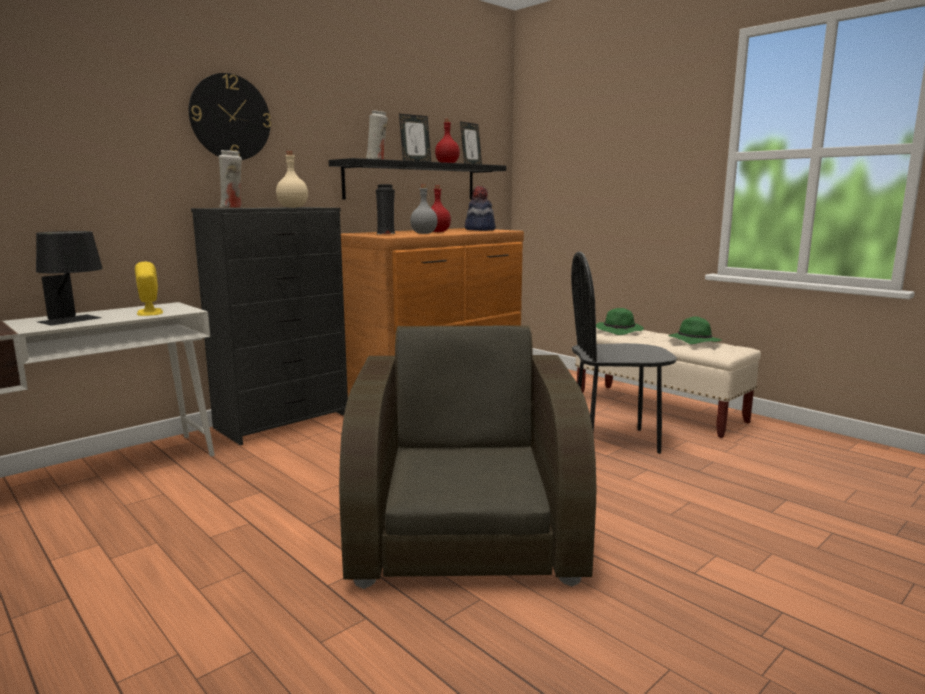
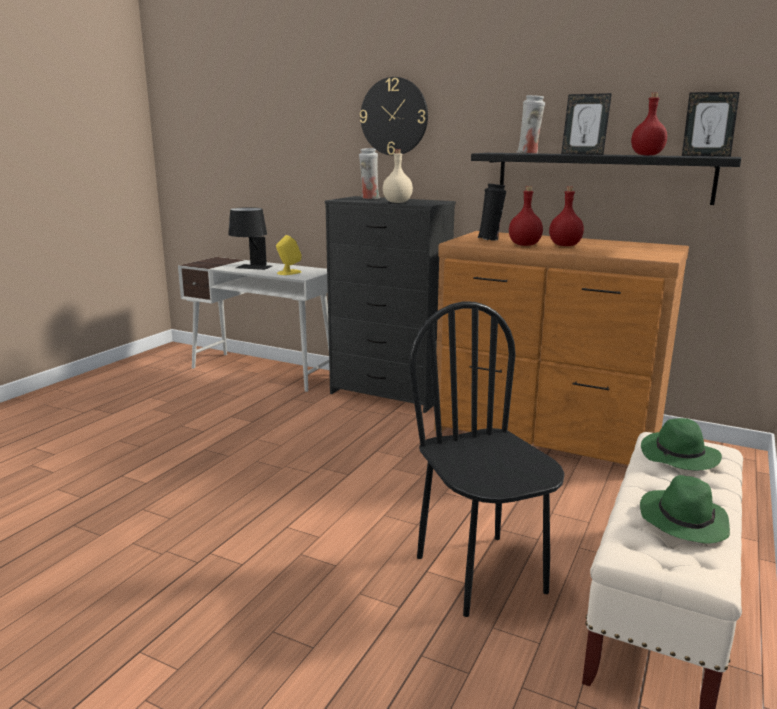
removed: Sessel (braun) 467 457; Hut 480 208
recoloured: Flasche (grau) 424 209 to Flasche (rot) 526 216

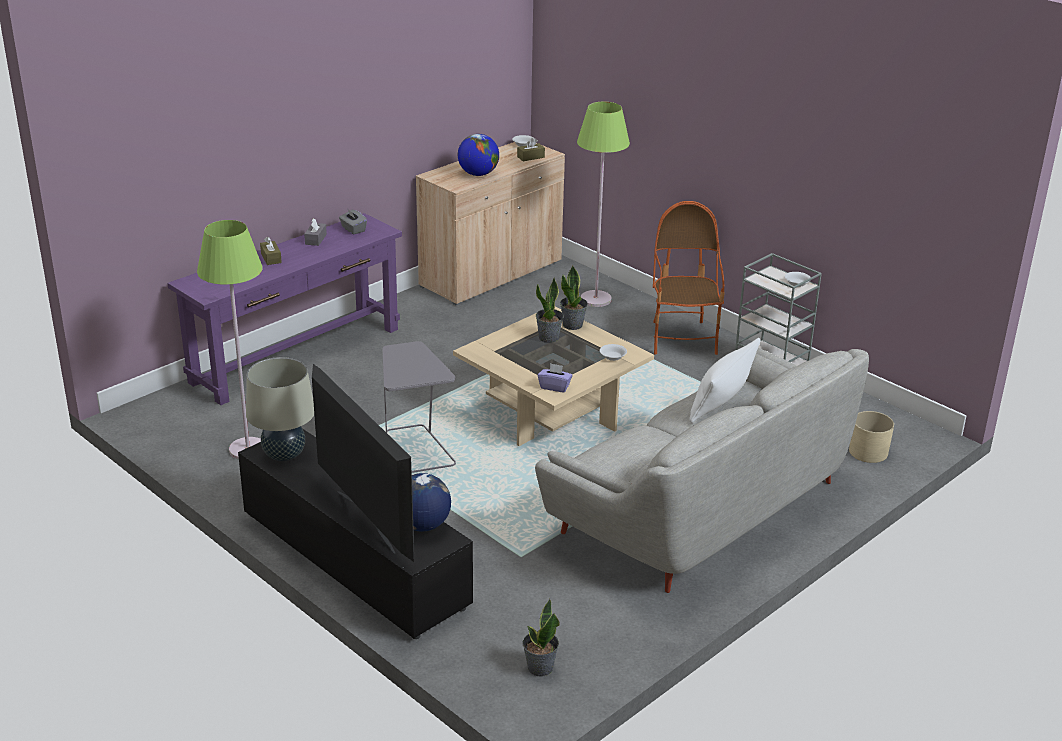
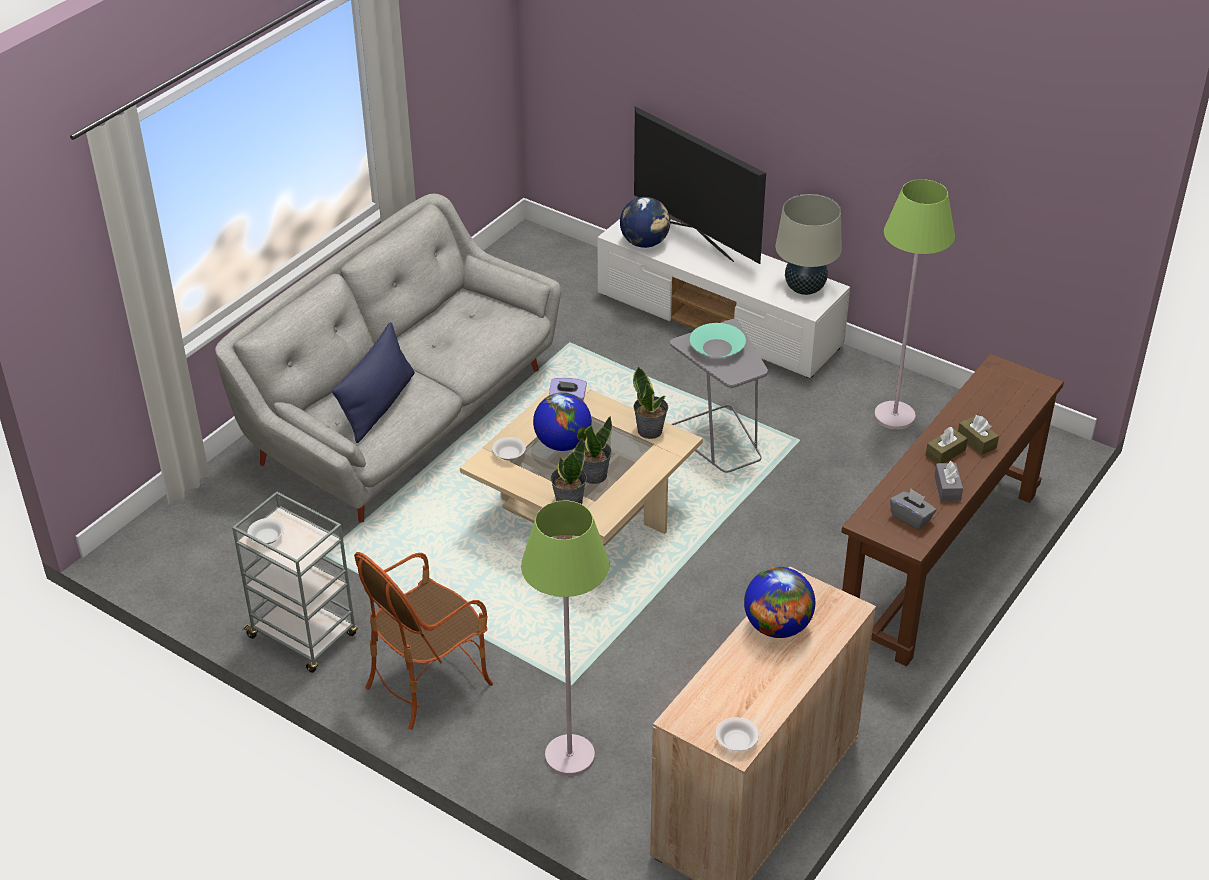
removed: Pflanzkübel (beige) 871 437
added: Globus 562 422; Schüssel (türkis) 718 340
moved: Taschentuchbox (braun) 531 149 to 947 445; Topfpflanze 541 638 to 650 403
recoloured: Konsolentisch (lila) 284 309 to Konsolentisch (braun) 953 510; Fernsehschrank (schwarz) 355 534 to Fernsehschrank (weiß) 723 298; Kissen (weiß) 724 380 to Kissen (blau) 373 382
turned: Sessel 689 278 = 423 641 60 degrees clockwise

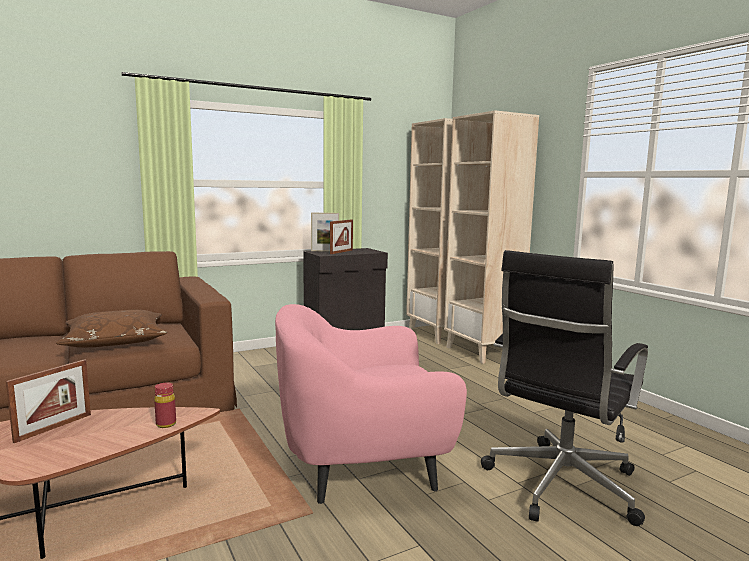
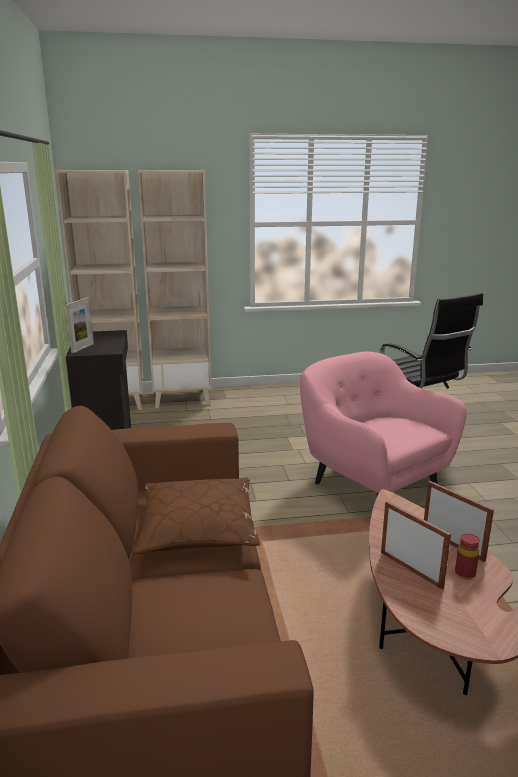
moved: Flasche (rot) 165 405 to 467 556; Bilderrahmen 341 236 to 459 521
turned: Sessel (rosa) 371 404 = 383 423 135 degrees clockwise

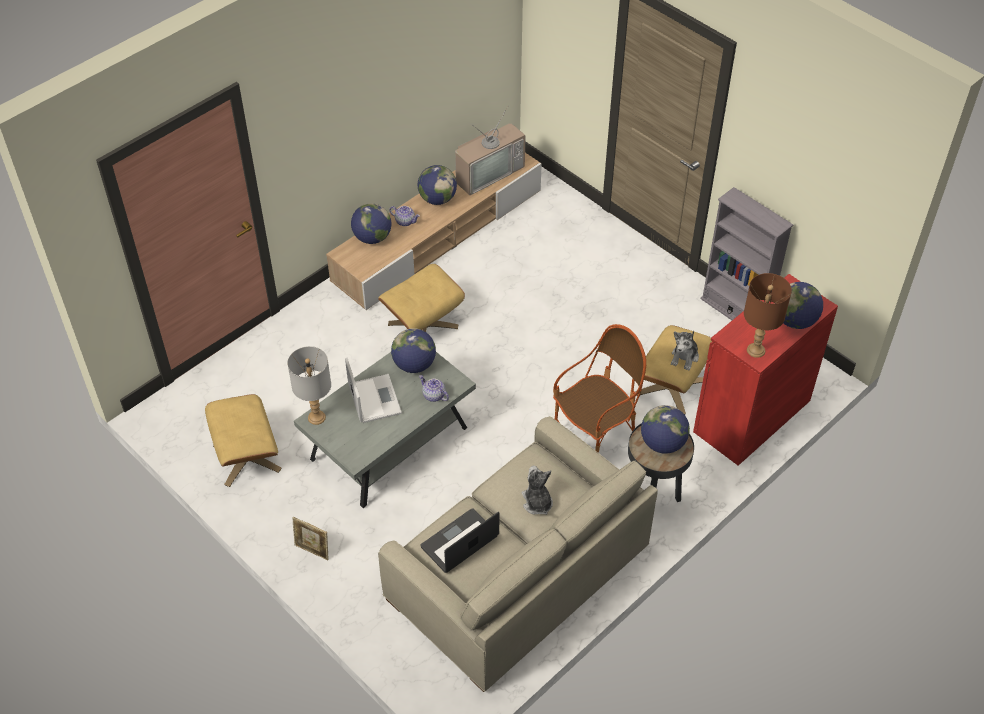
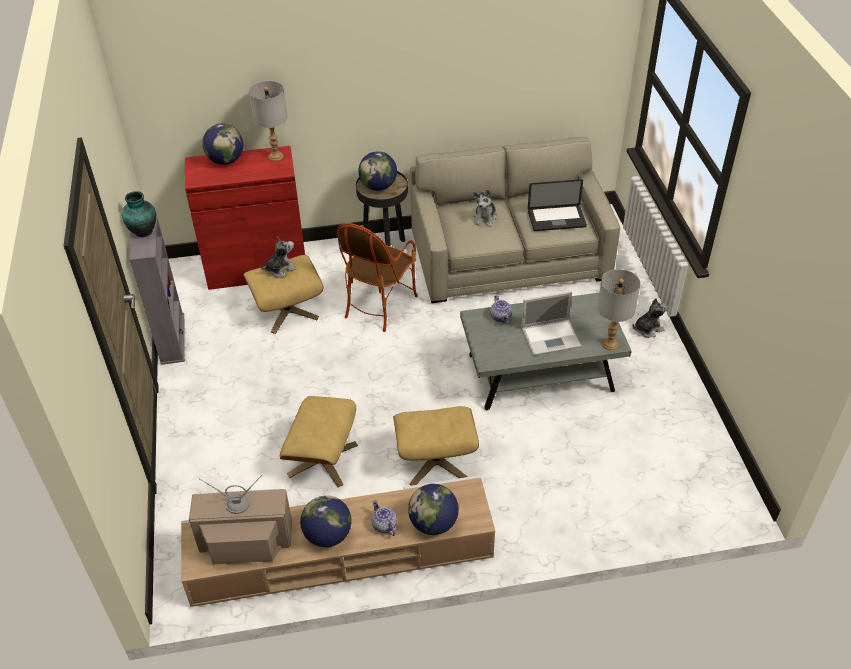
removed: Globus 413 350
added: Vase 139 214
moved: Polsterhocker (beige) 243 440 to 319 441
replaced: Bilderrahmen 310 538 to Plüschtier 650 318
recoloured: Tischlampe (braun) 768 315 to Tischlampe (grau) 268 121
turned: Laptop 373 390 = 551 323 120 degrees counterclockwise; Sessel 599 388 = 377 277 60 degrees counterclockwise

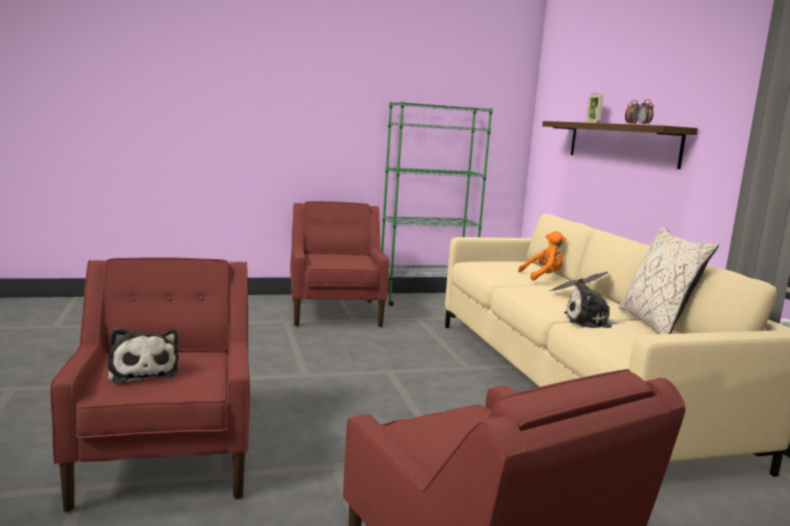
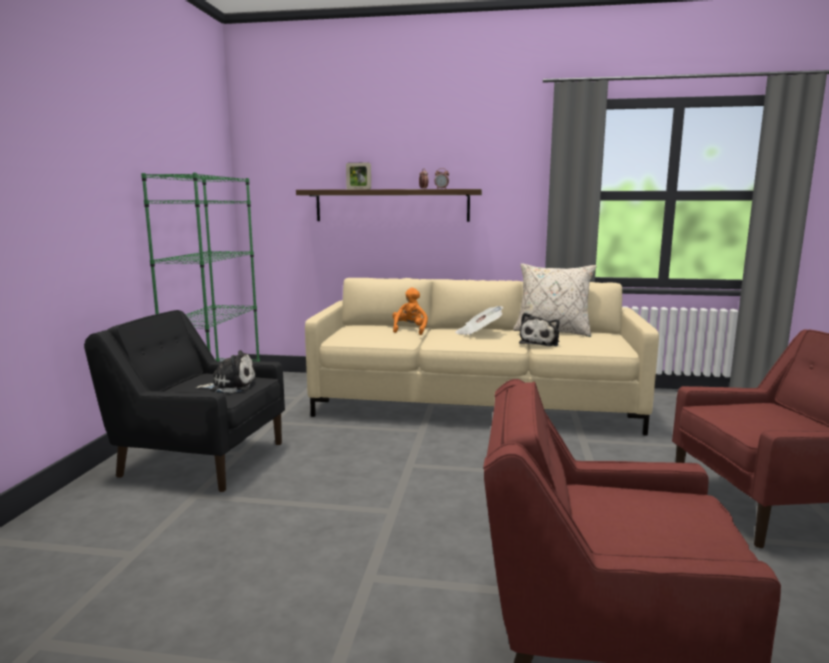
moved: Plüschtier 143 356 to 225 371
recoloured: Sessel (rot) 340 264 to Sessel (schwarz) 184 401

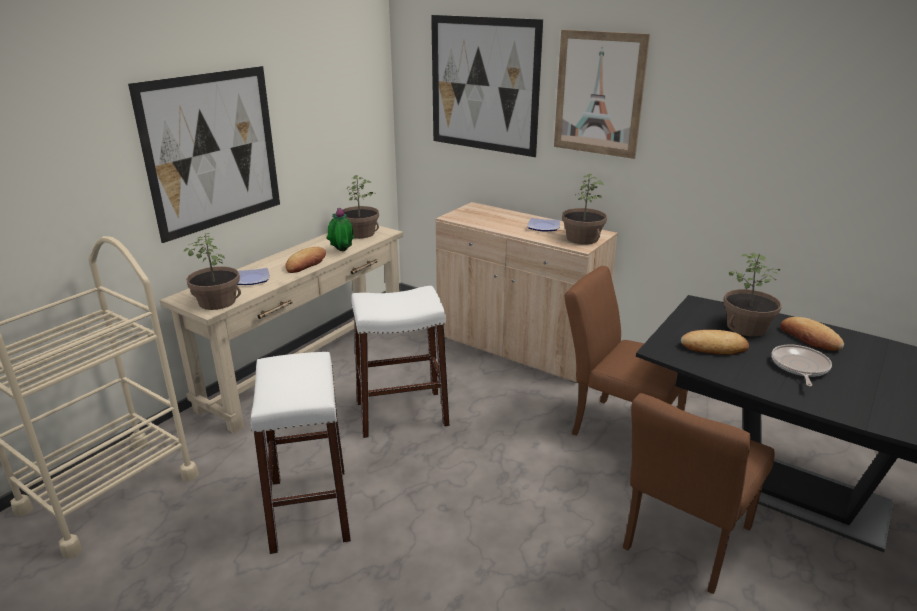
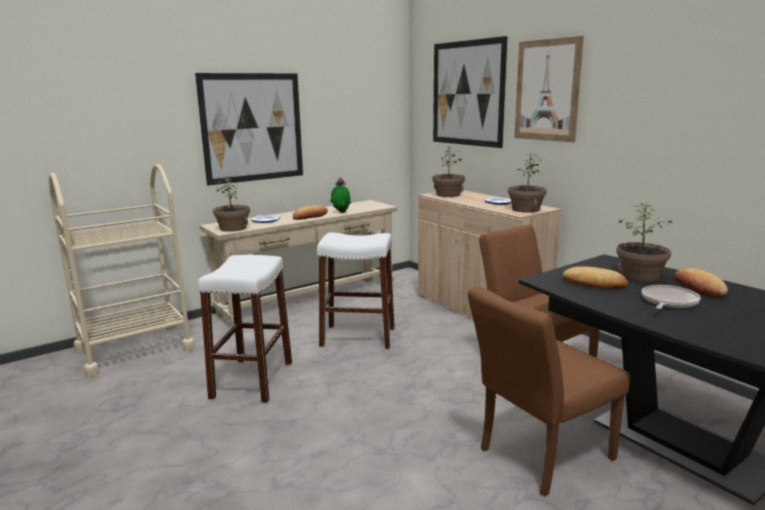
moved: Topfpflanze 361 207 to 448 171

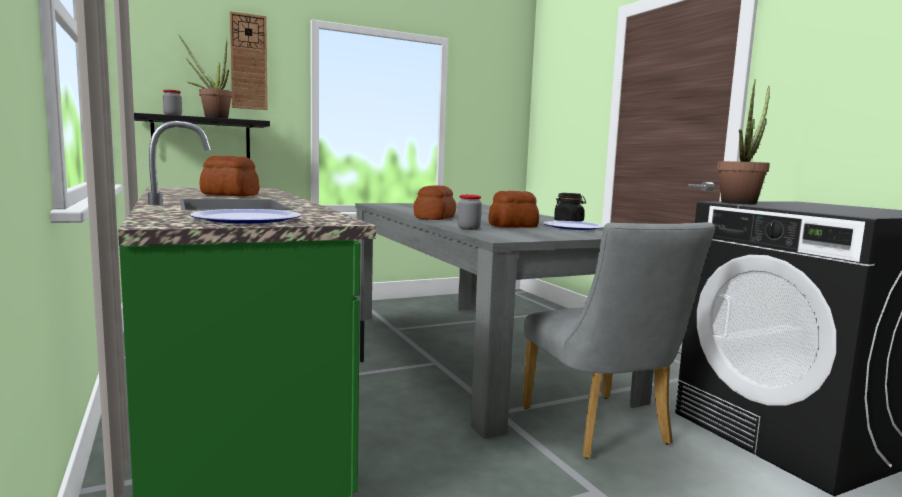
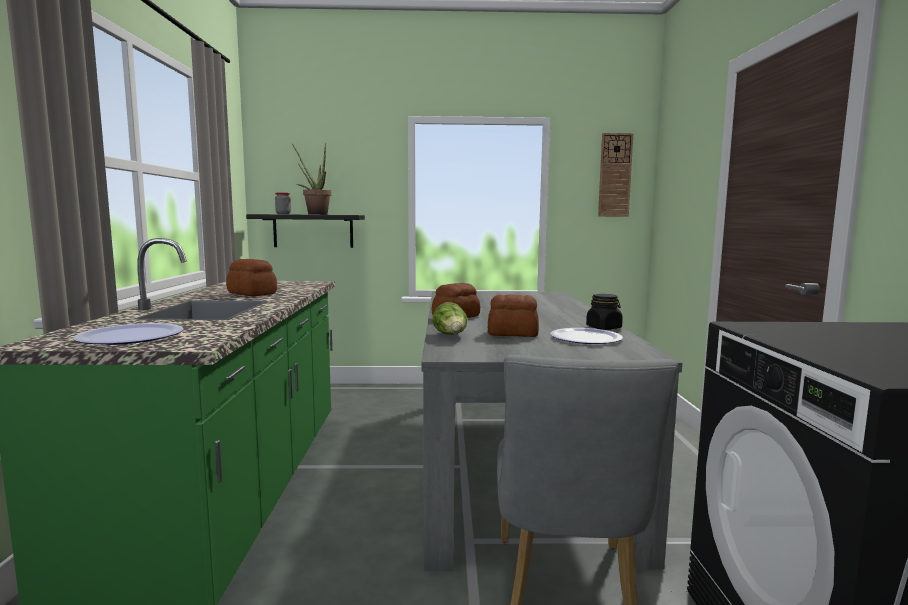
removed: Topfpflanze 743 141
moved: Wanduhr 249 60 to 615 175
replaced: Vorratsglas 470 212 to Salatkopf 449 318

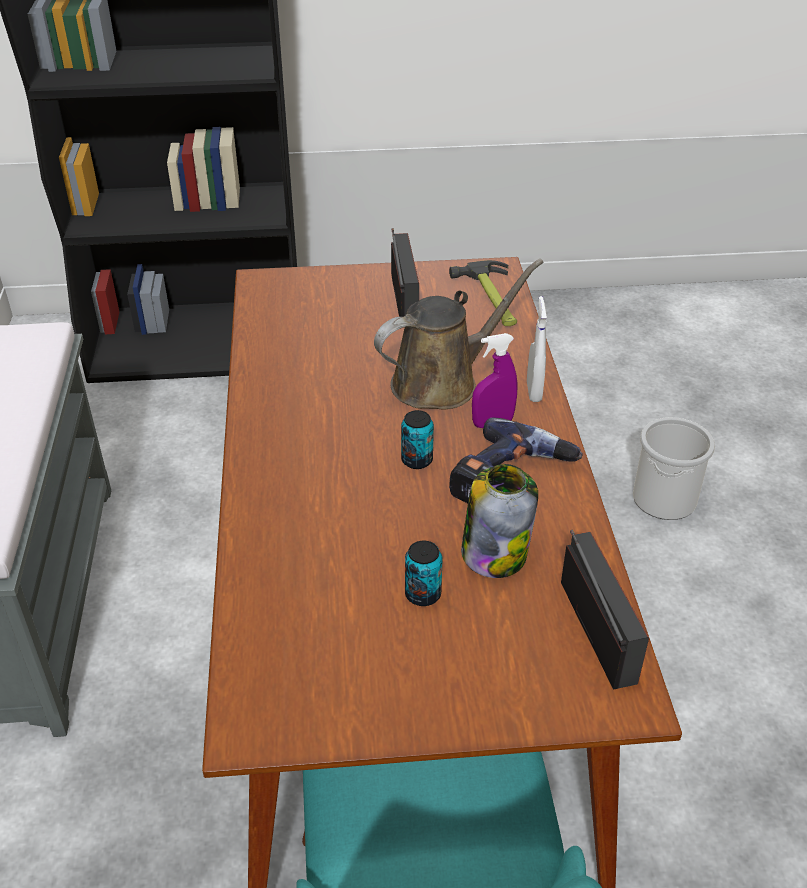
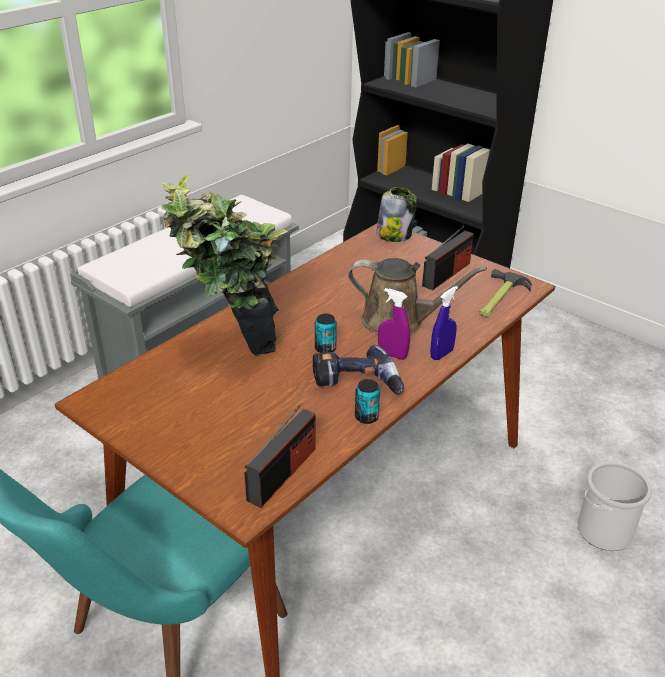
added: Topfpflanze 223 265
moved: Dose 423 573 to 367 401; Vorratsglas 499 521 to 396 214
recoloured: Sprühflasche (weiß) 537 349 to Sprühflasche (blau) 444 323

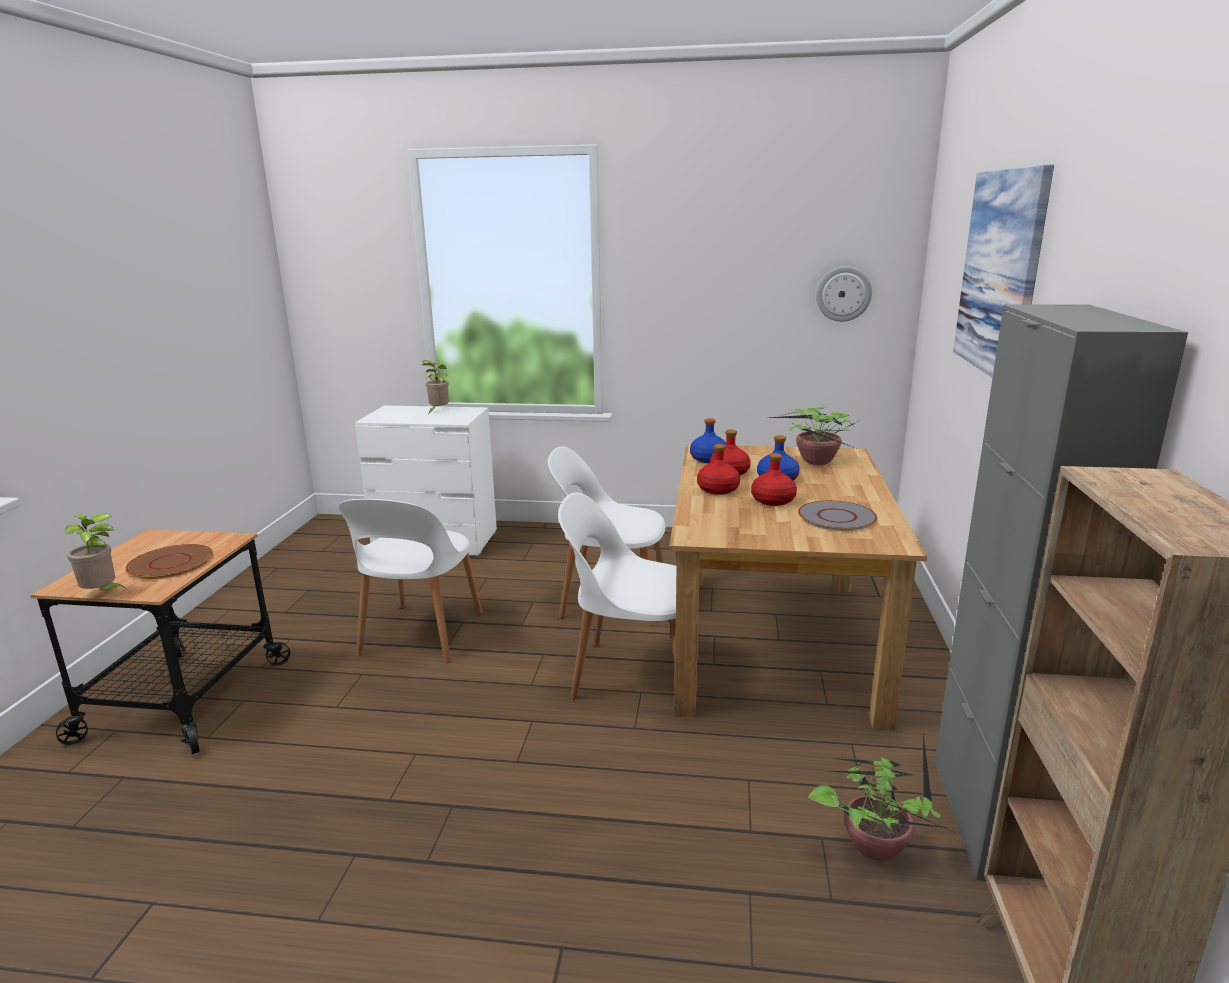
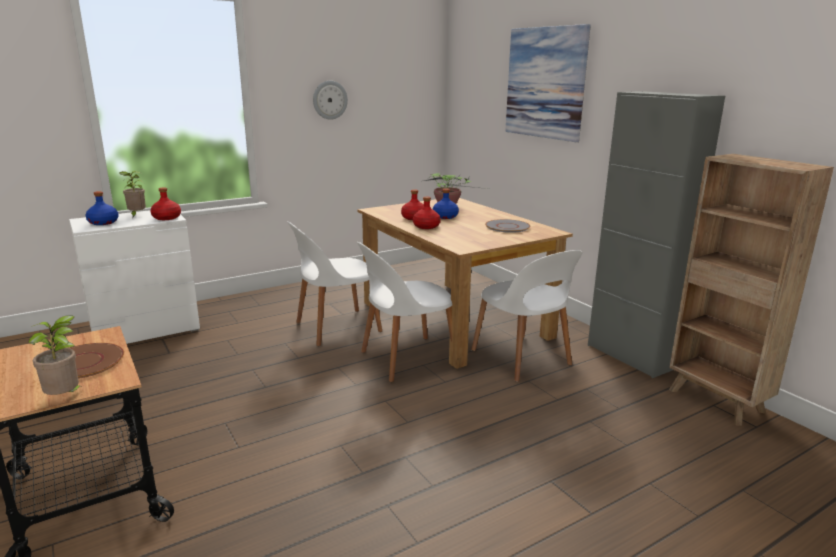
removed: Topfpflanze 883 797
moved: Stuhl (weiß) 410 581 to 527 316; Flasche (blau) 708 440 to 102 208; Flasche (rot) 774 479 to 165 203; Wanduhr 844 294 to 330 100

